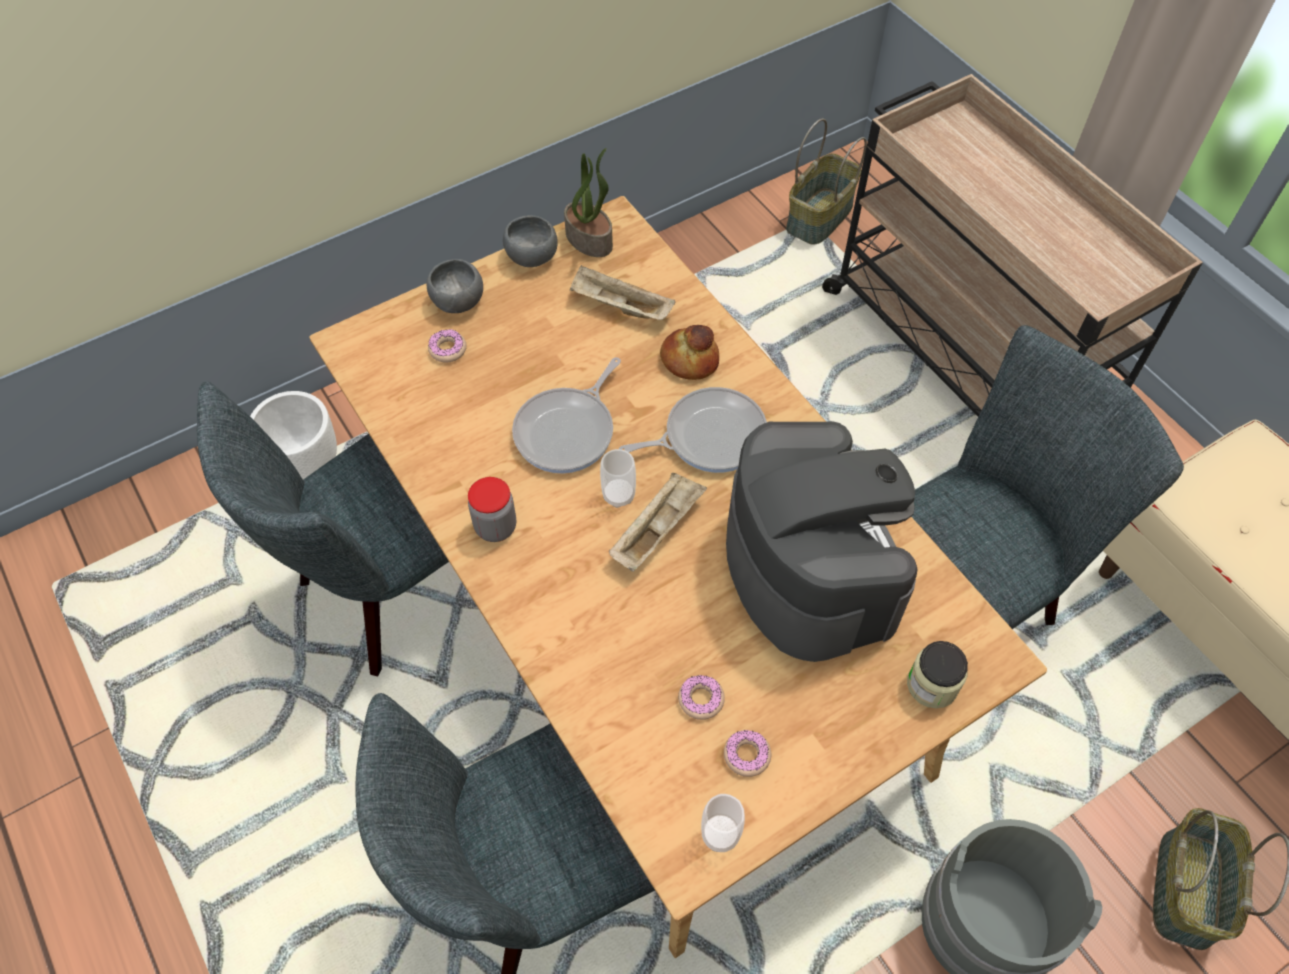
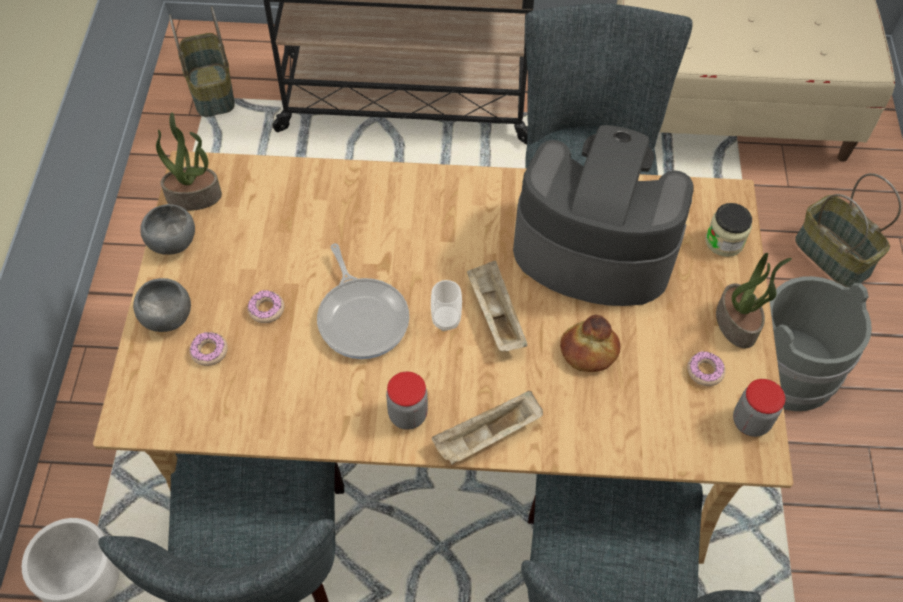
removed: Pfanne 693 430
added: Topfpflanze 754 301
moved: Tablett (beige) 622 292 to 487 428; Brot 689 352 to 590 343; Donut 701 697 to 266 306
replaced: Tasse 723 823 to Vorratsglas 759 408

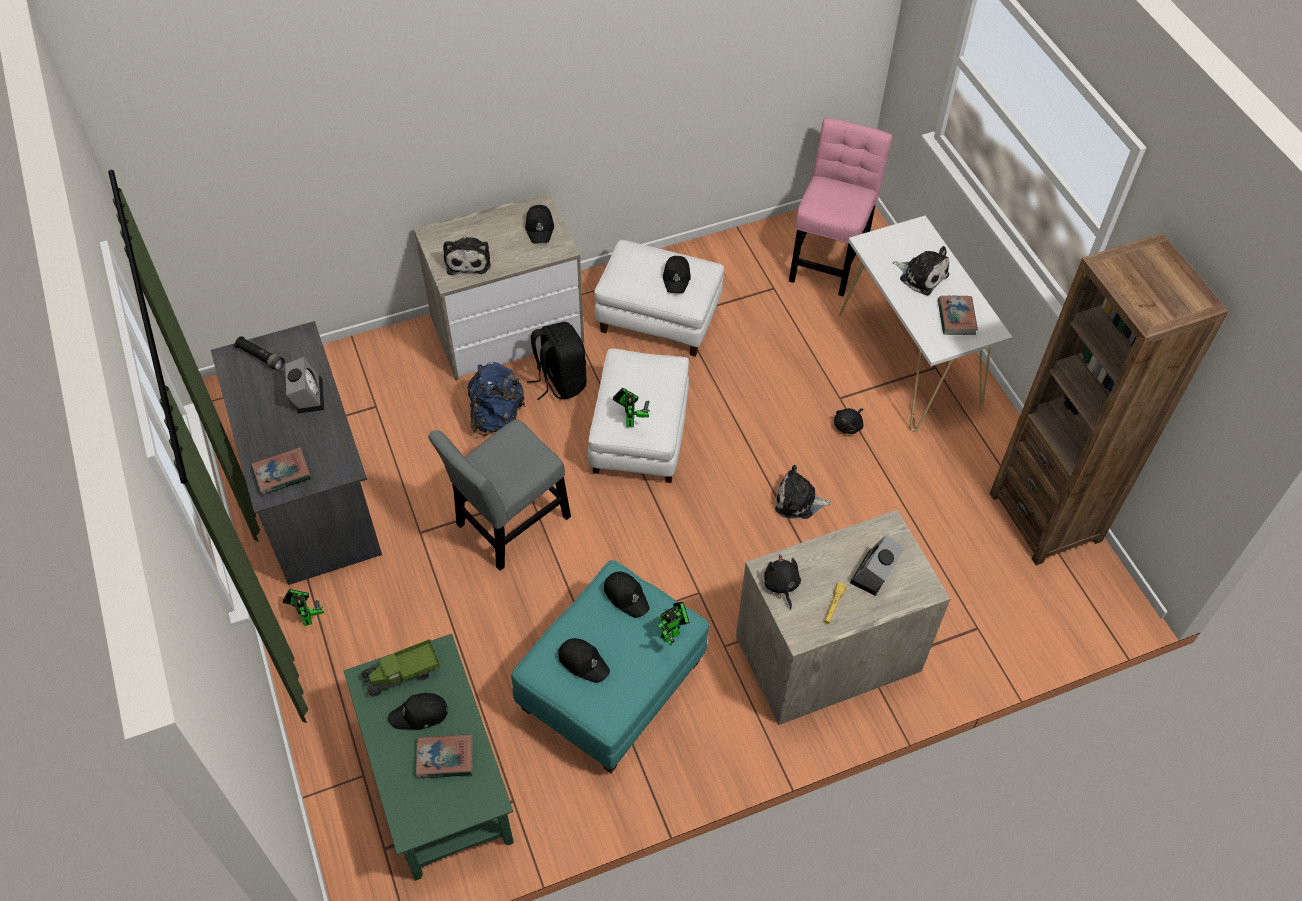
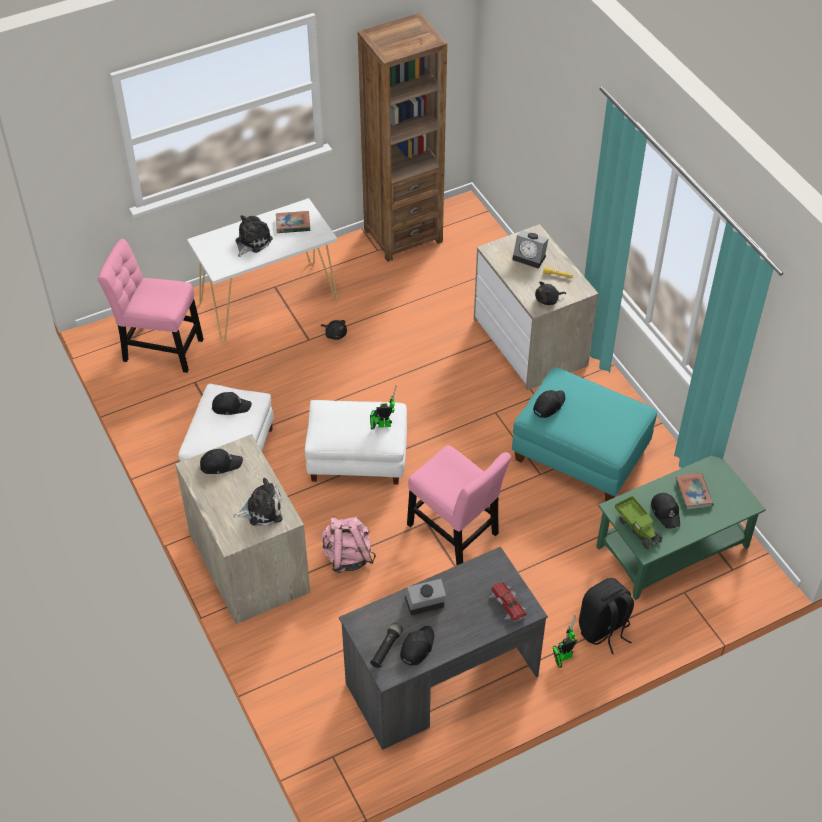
removed: Spielzeugroboter 674 624; Plüschtier 803 492
moved: Rucksack (schwarz) 557 361 to 606 616; Kappe (schwarz) 584 660 to 417 646
replaced: Buch 281 471 to Spielzeugauto 508 602
recoloured: Stuhl (grau) 499 495 to Stuhl (rosa) 459 505; Rucksack (blau) 496 399 to Rucksack (rosa) 348 544

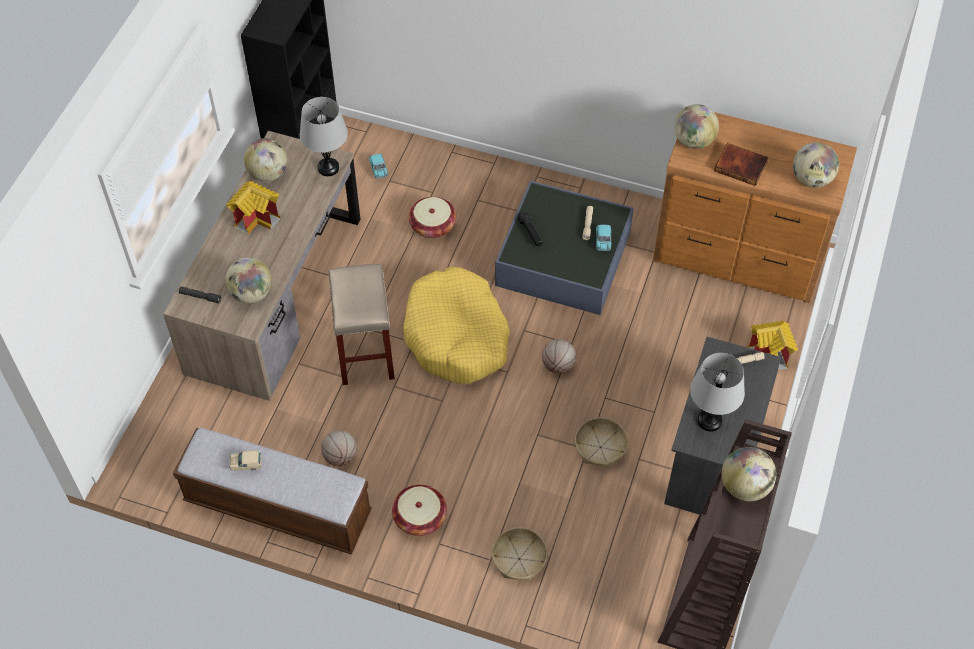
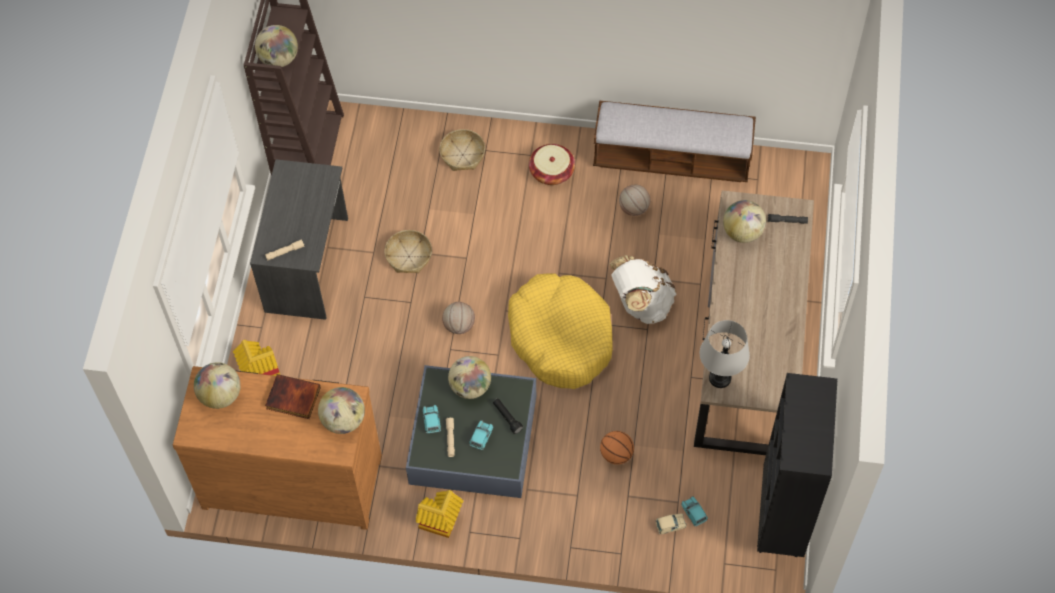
removed: Tischlampe (grau) 717 392
added: Spielzeugauto (türkis) 481 435
moved: Spielzeughaus 253 207 to 439 514; Spielzeugauto (beige) 245 460 to 671 524; Globus 266 160 to 469 377
replaced: Hocker (beige) 362 324 to Rucksack (weiß) 643 289; Korb 432 217 to Basketball 617 448

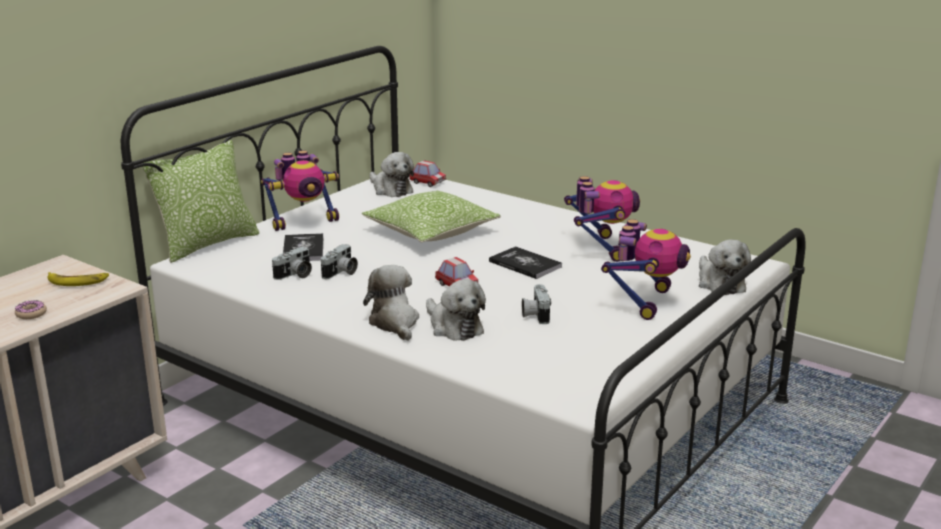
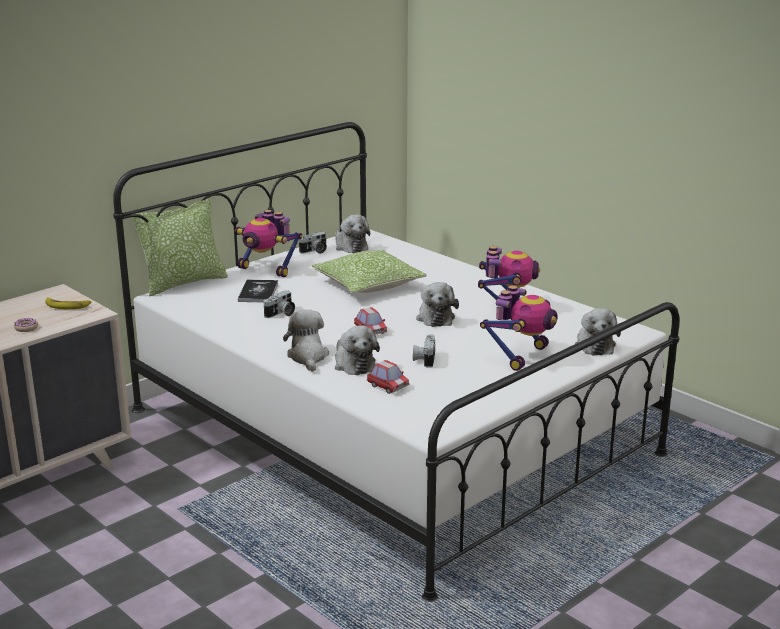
moved: Kamera 292 263 to 312 243; Spielzeugauto 427 173 to 388 377
replaced: Buch 525 262 to Plüschtier 437 304
turned: Spielzeugroboter 300 191 = 268 243 45 degrees clockwise

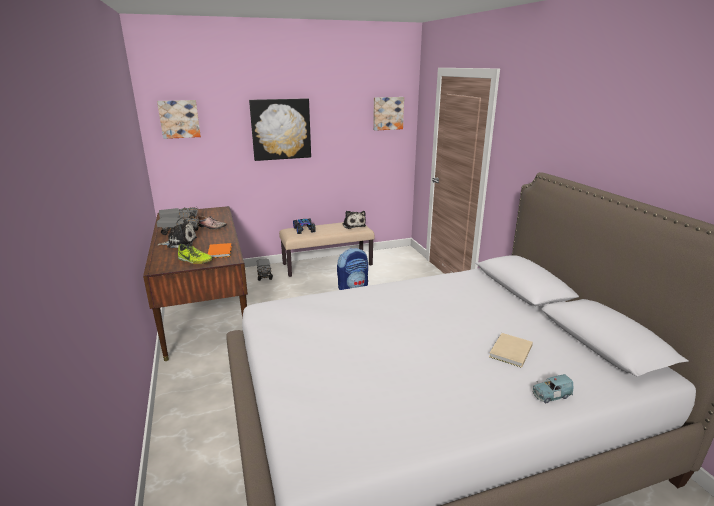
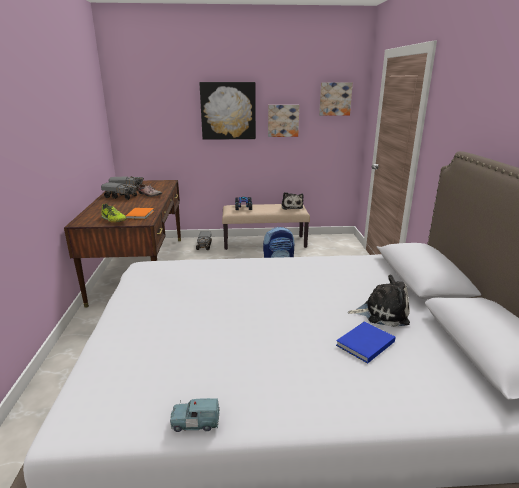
moved: Bild 179 119 to 283 121; Plüschtier 177 233 to 379 301; Spielzeugauto (blau) 552 388 to 195 415
recoloured: Buch (beige) 511 350 to Buch (blau) 366 343

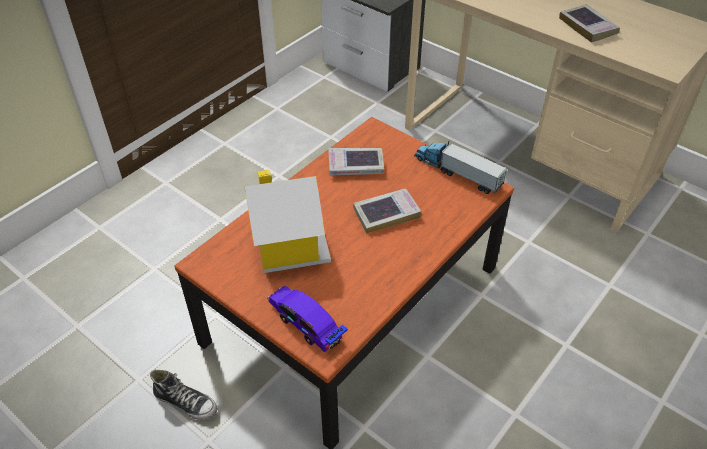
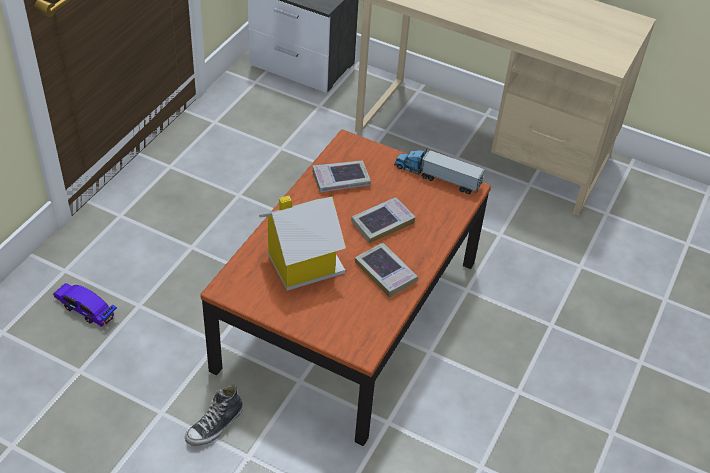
moved: Spielzeugauto 307 319 to 85 305; Buch 589 23 to 386 270
turned: Schuh 183 395 = 214 415 120 degrees clockwise

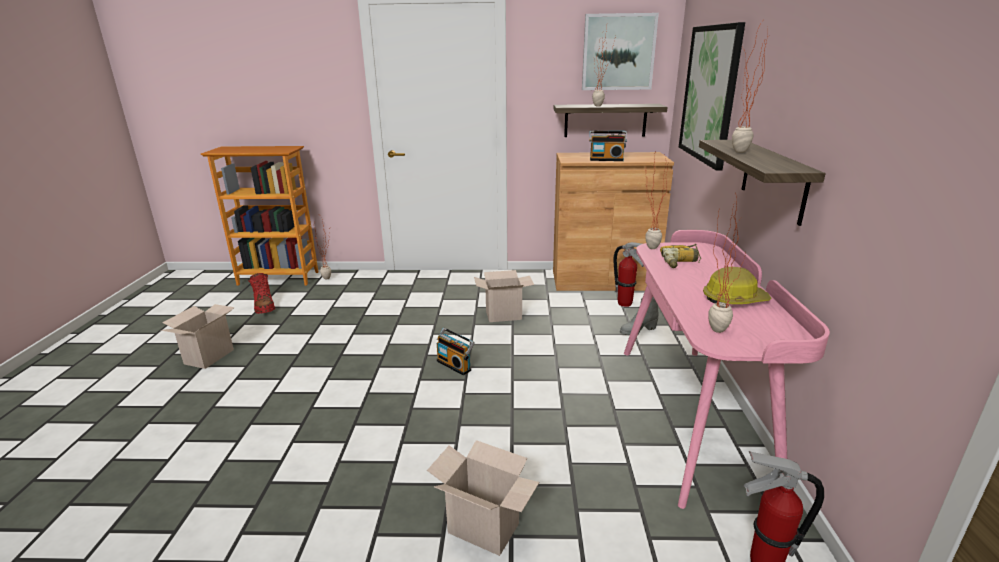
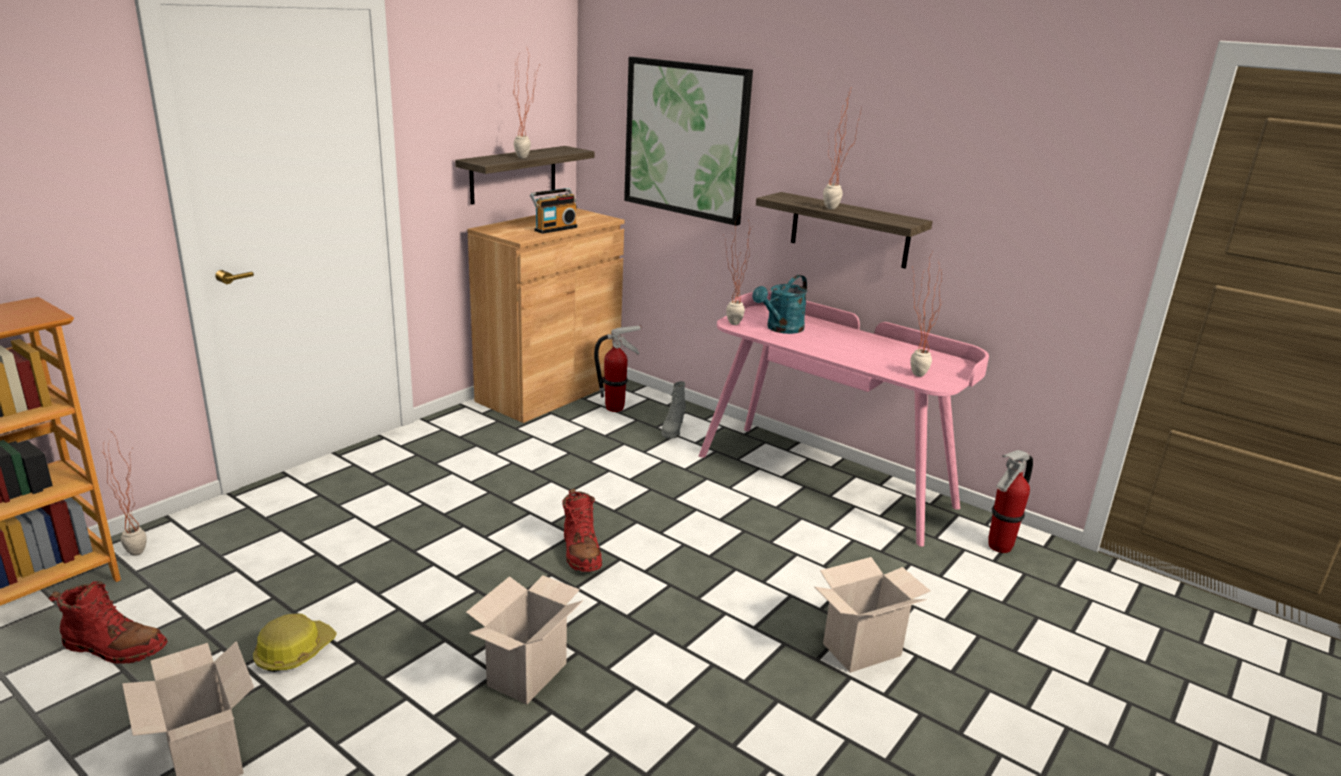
removed: Bild 620 51
moved: Karton 504 296 to 524 639; Schutzhelm 737 285 to 295 642
replaced: Radio 455 351 to Stiefel (rot) 582 530; Bohrmaschine 680 256 to Gießkanne (türkis) 779 304

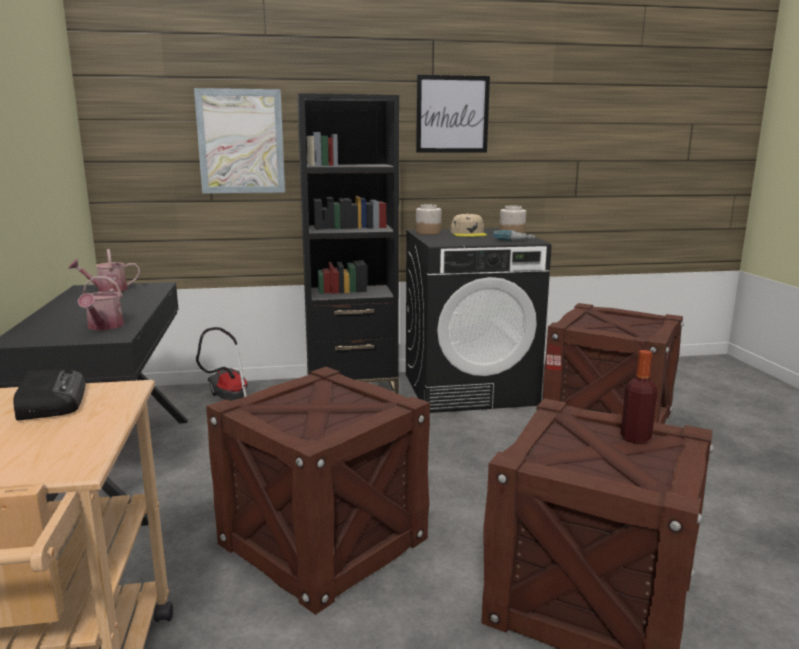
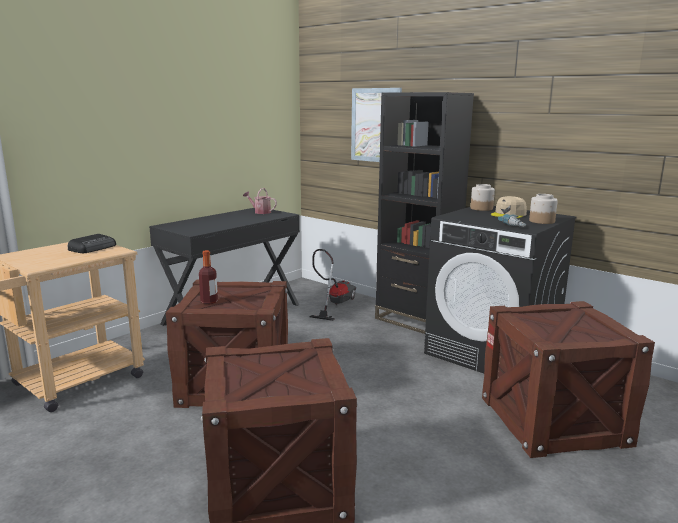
removed: Gießkanne 100 303; Bild 453 114
moved: Flasche 639 397 to 208 277

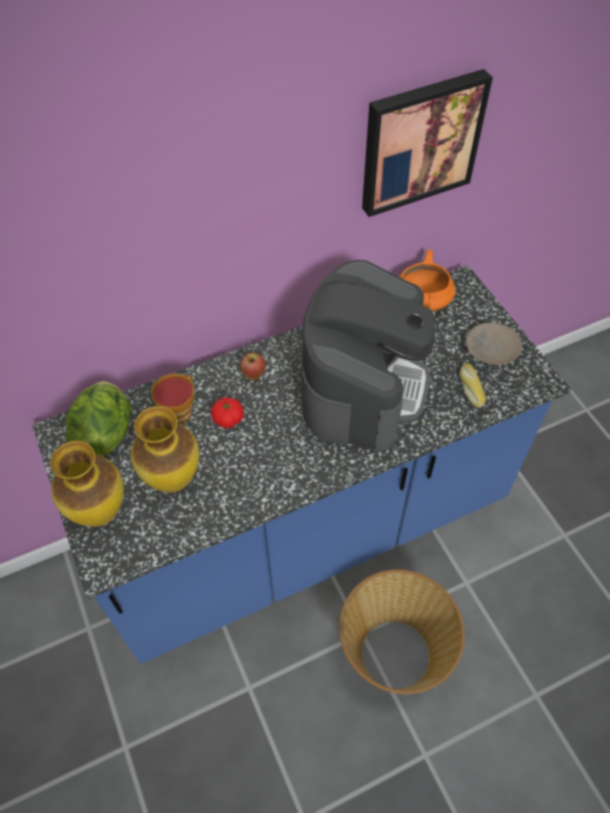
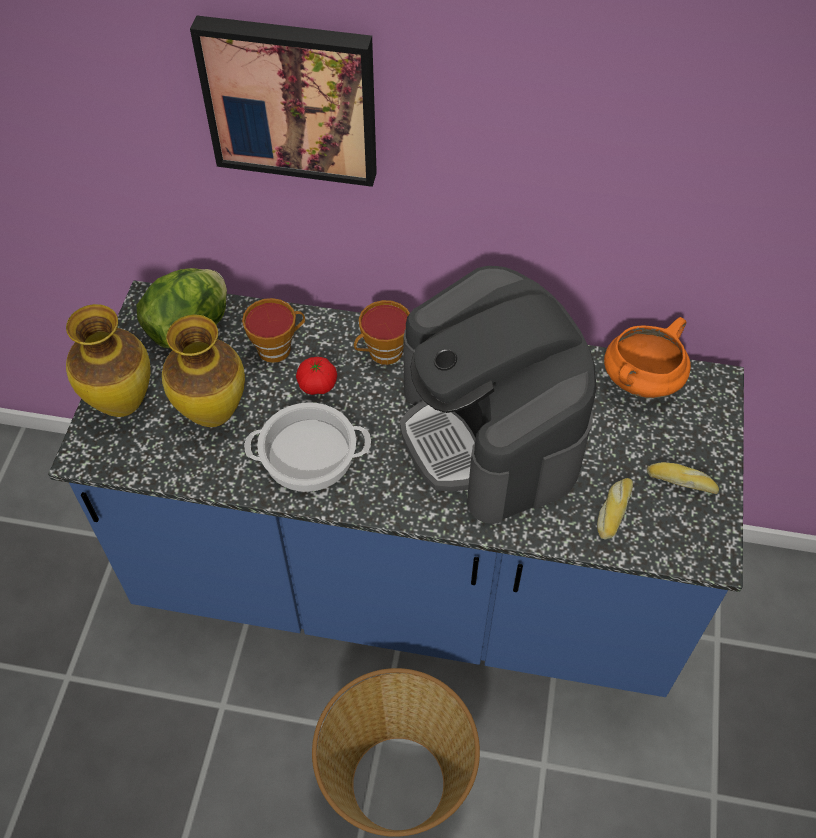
added: Kochtopf 307 447
moved: Bild 427 143 to 283 101
replaced: Apfel 253 366 to Tasse 382 332; Teller (beige) 494 343 to Brot 683 478
turned: Kaffeemaschine 368 355 = 498 395 105 degrees clockwise

